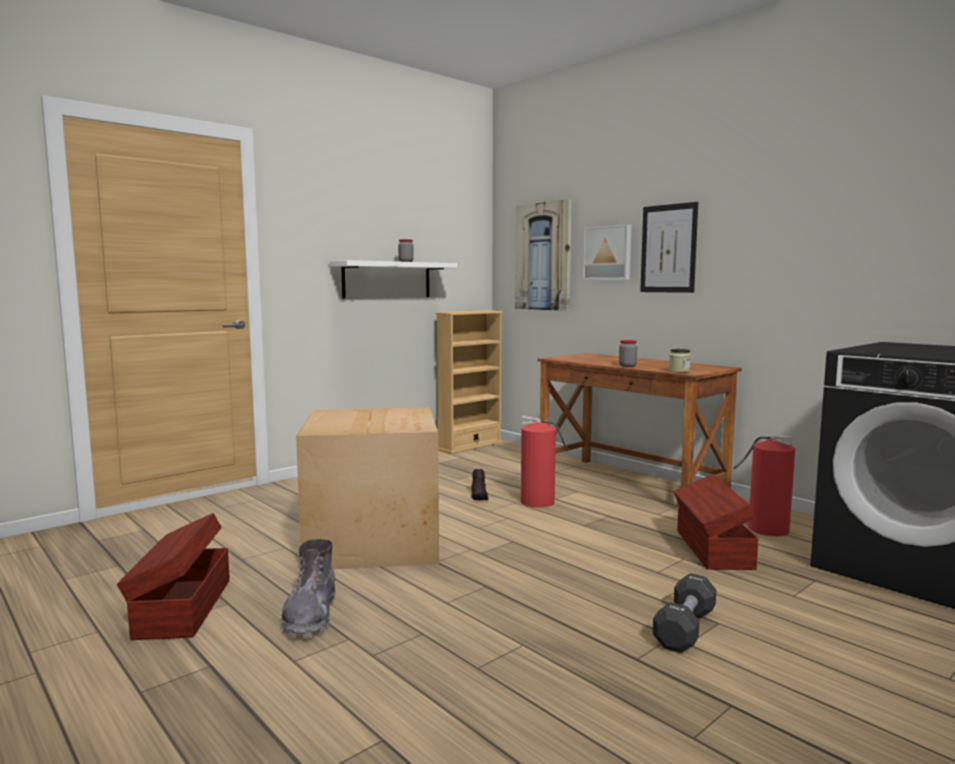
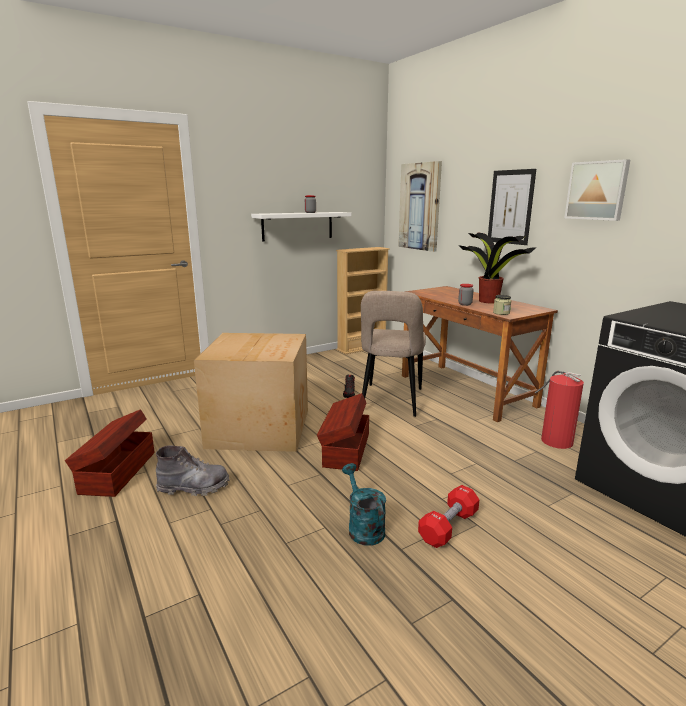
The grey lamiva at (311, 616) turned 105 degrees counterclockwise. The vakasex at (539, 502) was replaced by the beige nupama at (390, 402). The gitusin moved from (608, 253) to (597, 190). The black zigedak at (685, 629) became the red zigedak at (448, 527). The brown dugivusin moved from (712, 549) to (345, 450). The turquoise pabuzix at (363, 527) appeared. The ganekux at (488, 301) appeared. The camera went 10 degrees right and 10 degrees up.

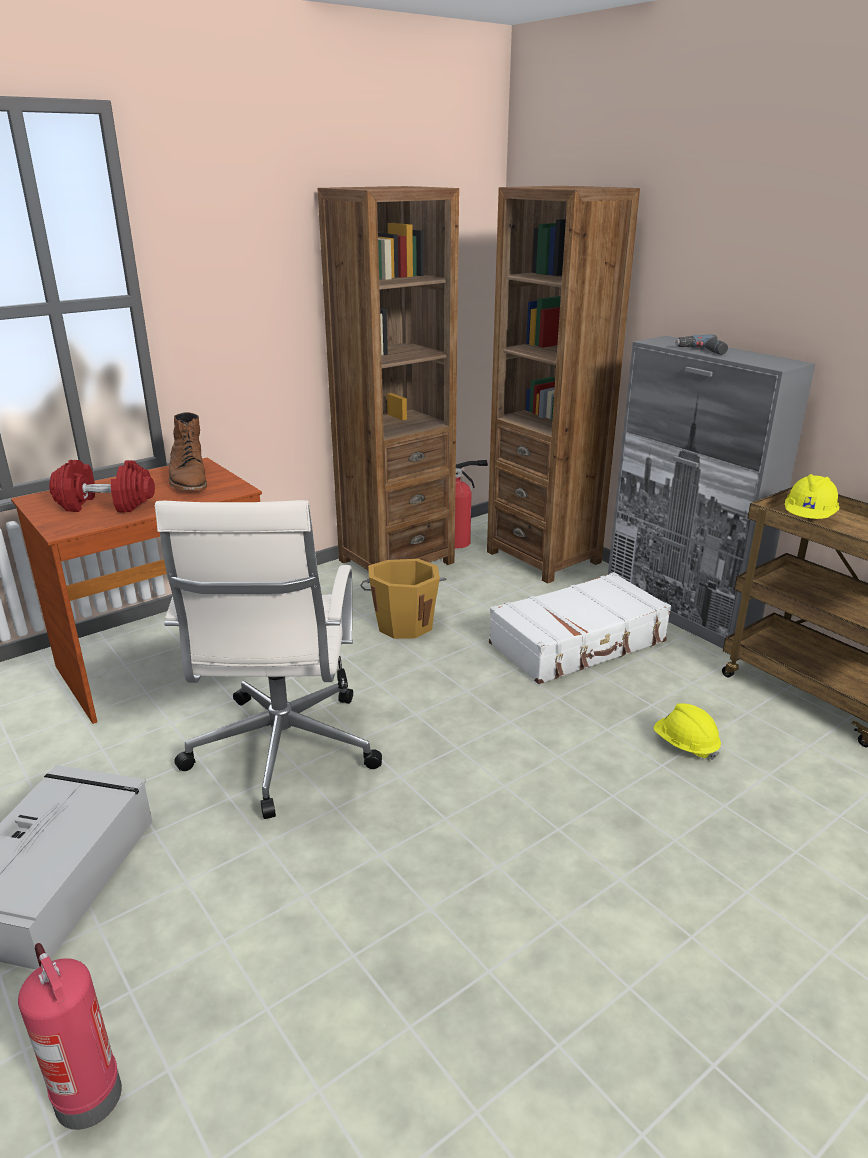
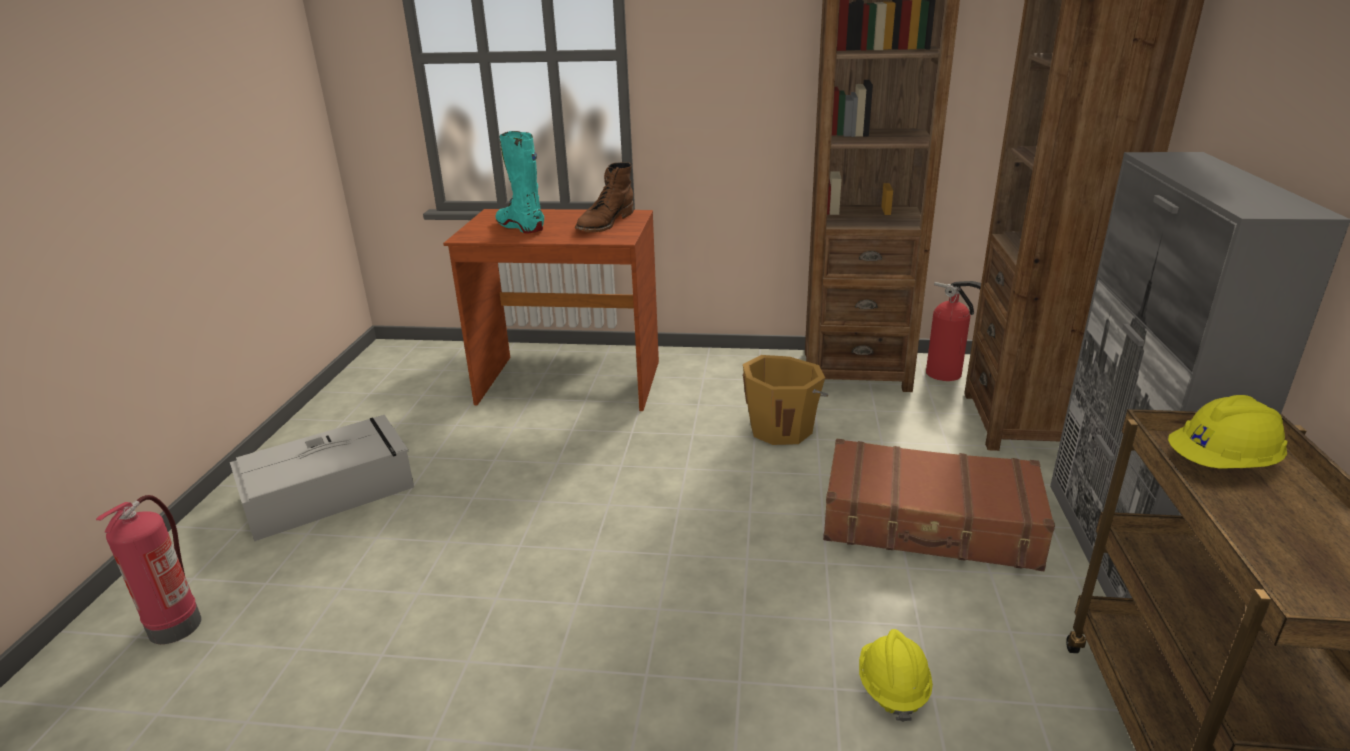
The red zigedak at (106, 504) was replaced by the turquoise lamiva at (520, 227). The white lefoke at (281, 753) disappeared. The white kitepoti at (578, 643) became the brown kitepoti at (930, 524). The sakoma at (702, 351) disappeared. The camera went 45 degrees right and 0 degrees up.

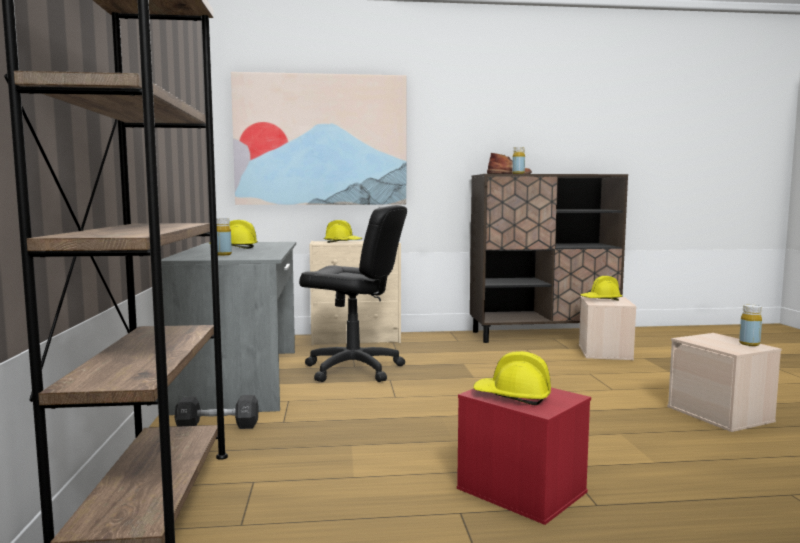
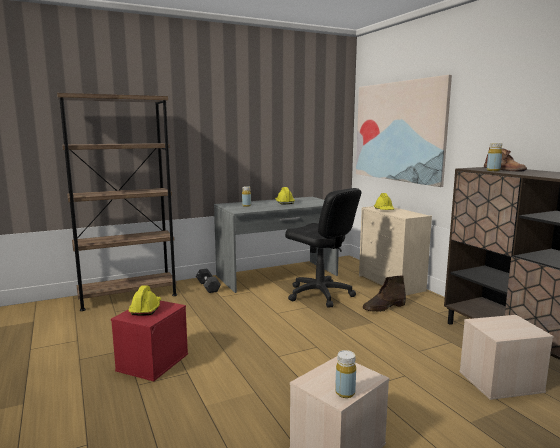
The black lefoke at (353, 369) turned 45 degrees counterclockwise. The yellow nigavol at (601, 299) disappeared. The brown lamiva at (384, 307) appeared. The camera went 70 degrees right and 5 degrees up.

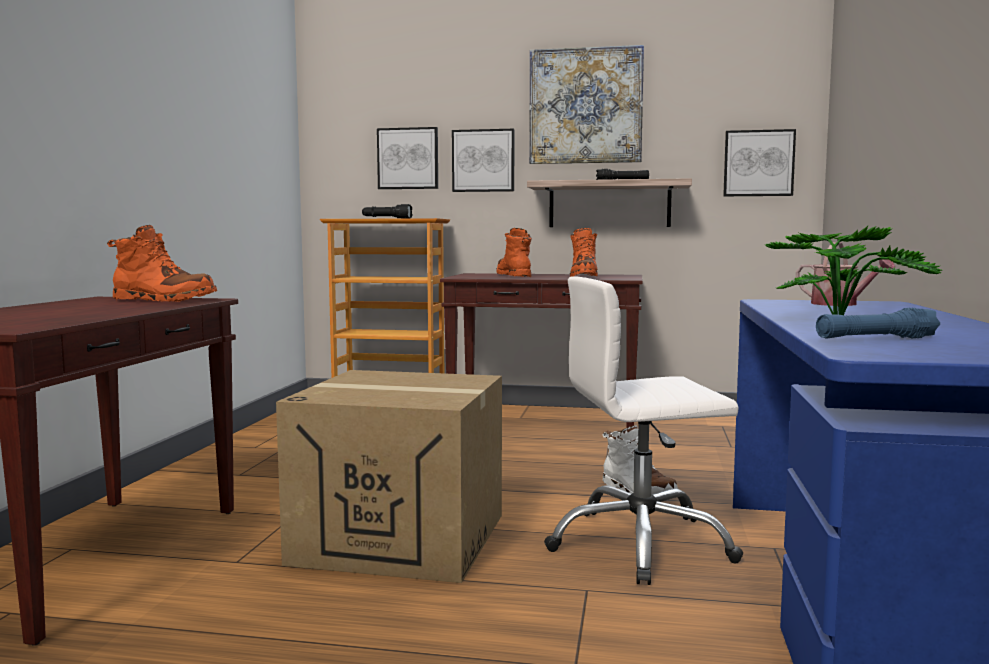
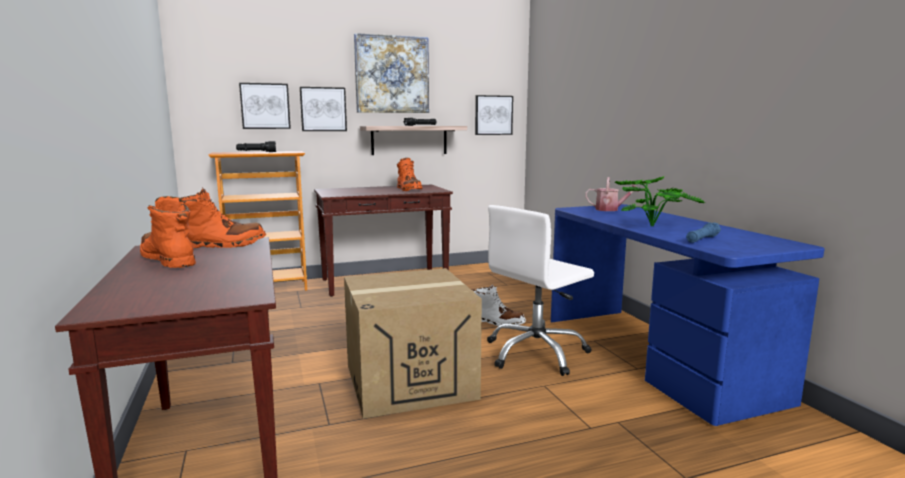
The orange lamiva moved from (514, 276) to (169, 260). The camera went 30 degrees left and 5 degrees up.

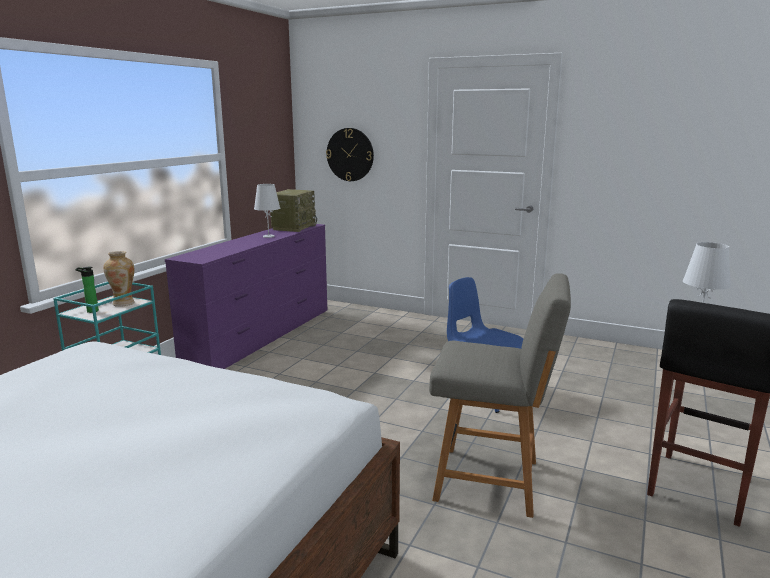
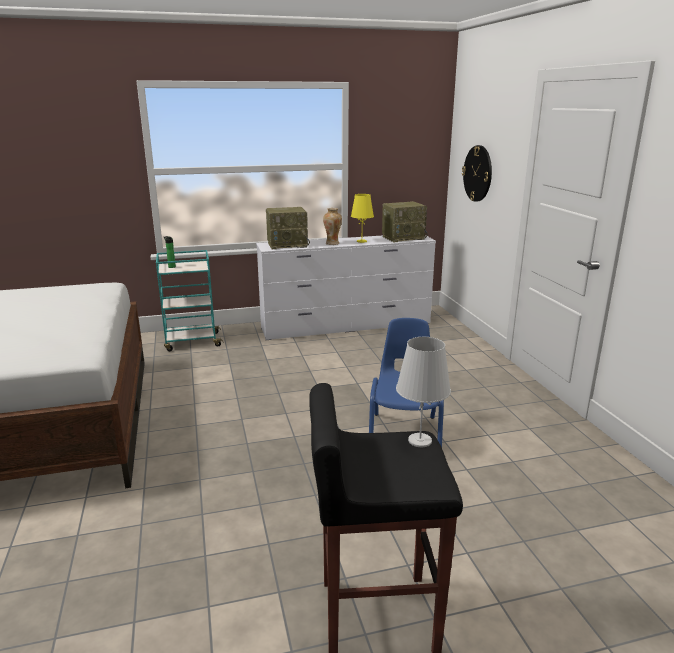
The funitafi moved from (123, 303) to (332, 243). The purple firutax at (262, 336) became the white firutax at (346, 326). The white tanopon at (269, 236) became the yellow tanopon at (361, 241). The grey nupama at (492, 481) disappeared. The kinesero at (288, 244) appeared. The camera went 50 degrees right and 5 degrees up.

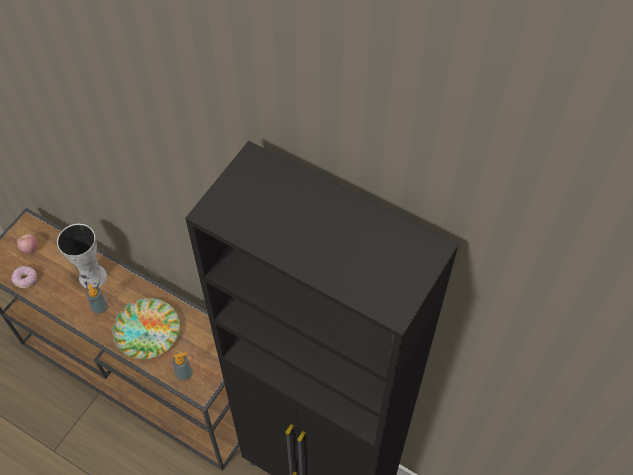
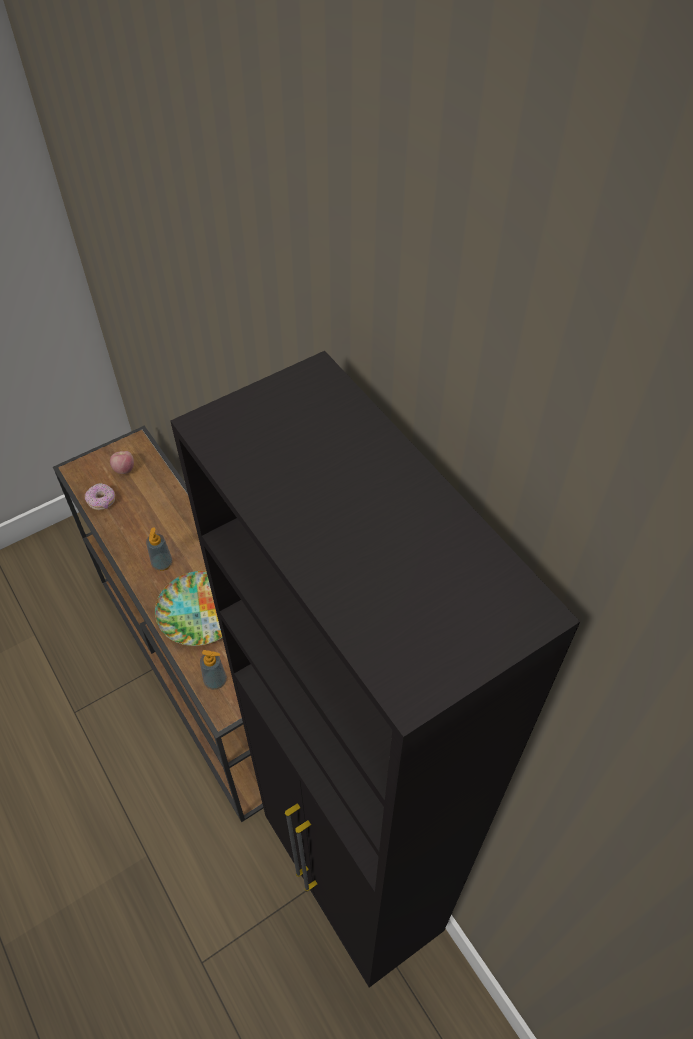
The funitafi at (91, 277) disappeared. The camera went 25 degrees right and 5 degrees down.

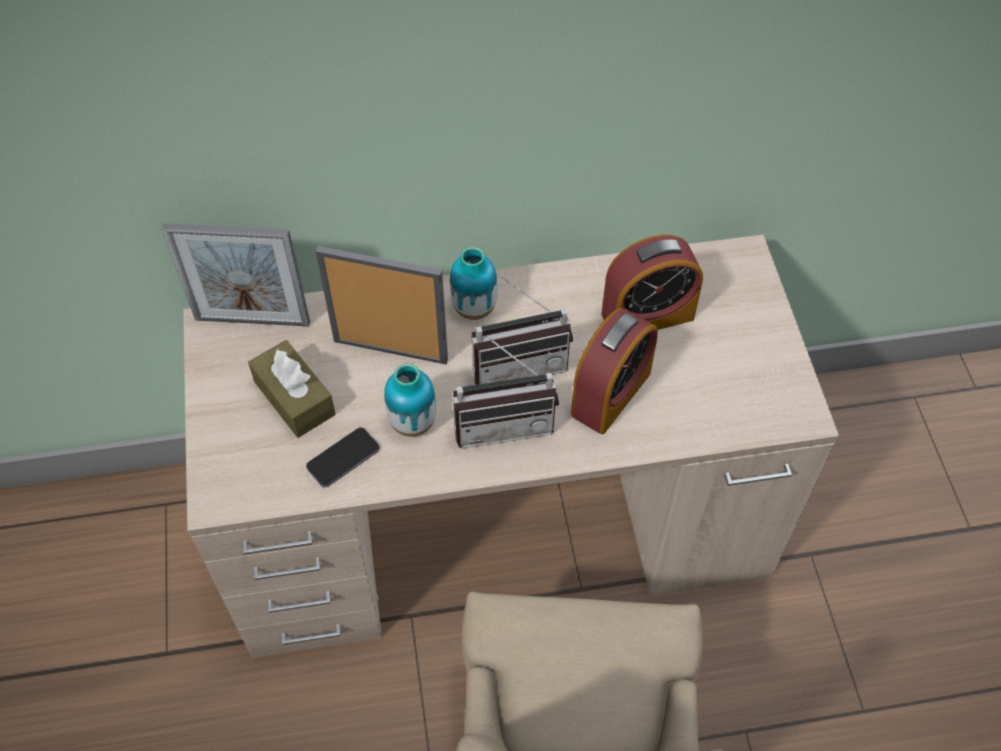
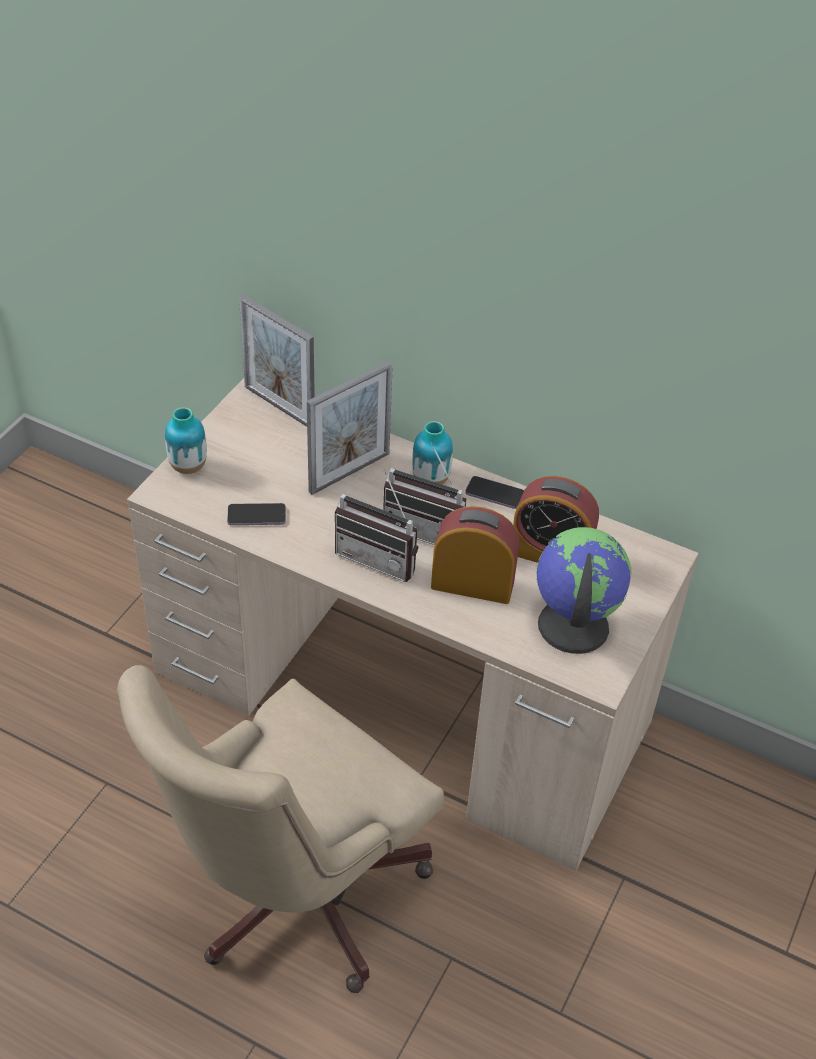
The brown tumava at (294, 398) disappeared. The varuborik at (390, 350) turned 90 degrees clockwise. The funitafi moved from (412, 423) to (188, 466). The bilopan at (611, 393) turned 150 degrees counterclockwise. The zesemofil at (494, 494) appeared. The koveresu at (571, 625) appeared. The camera went 35 degrees right and 10 degrees down.

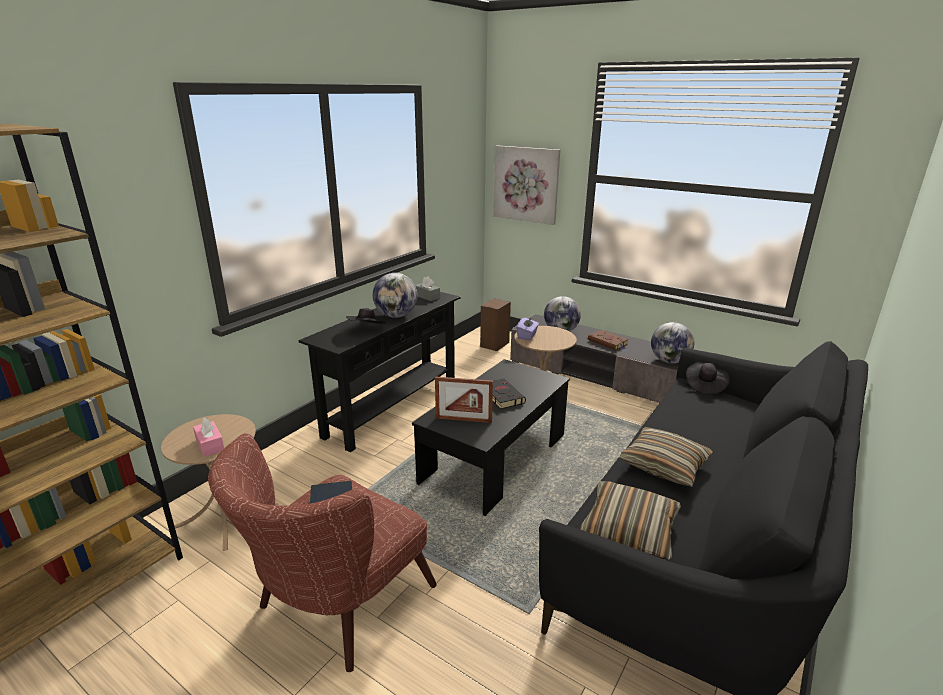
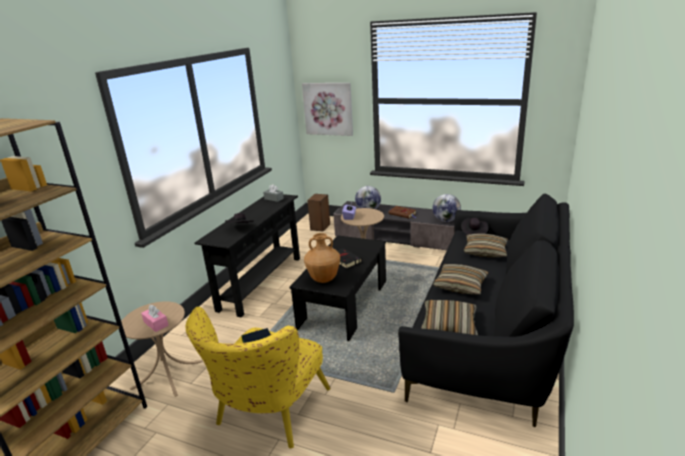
The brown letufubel at (334, 608) became the yellow letufubel at (267, 415). The koveresu at (396, 315) disappeared. The varuborik at (463, 420) was replaced by the brown funitafi at (324, 279). The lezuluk at (485, 251) appeared. The camera went 10 degrees left and 0 degrees up.

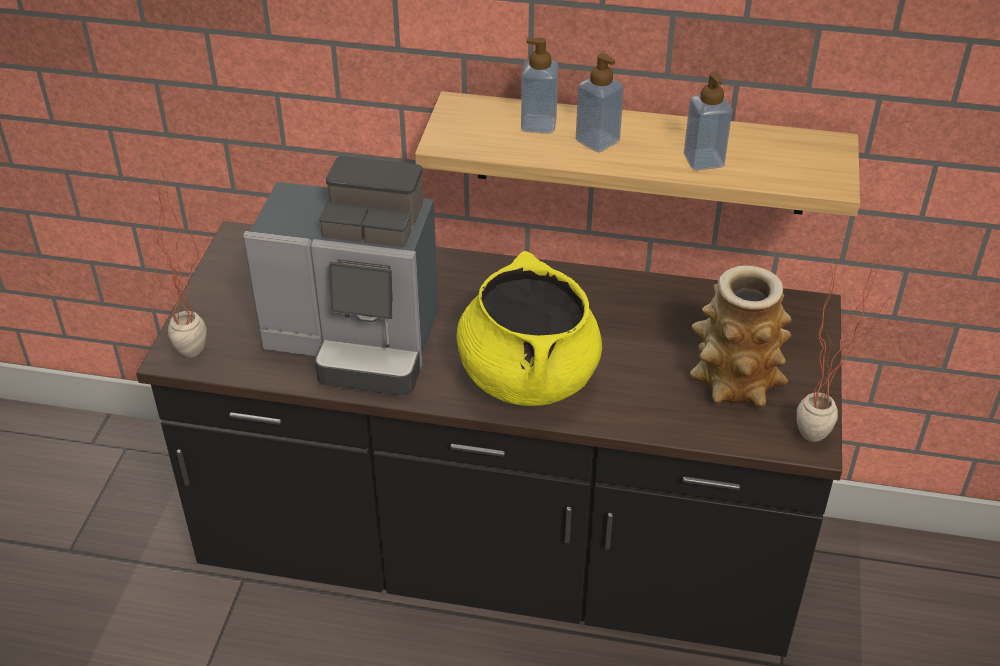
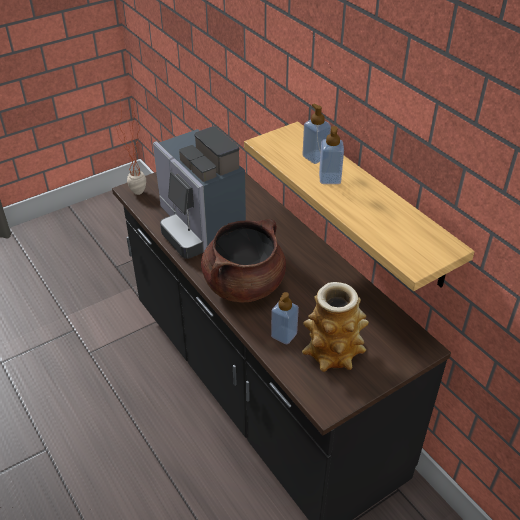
The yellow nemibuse at (527, 376) became the brown nemibuse at (244, 285). The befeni moved from (703, 160) to (284, 335). The ganekux at (824, 435) disappeared. The camera went 45 degrees right and 0 degrees up.

